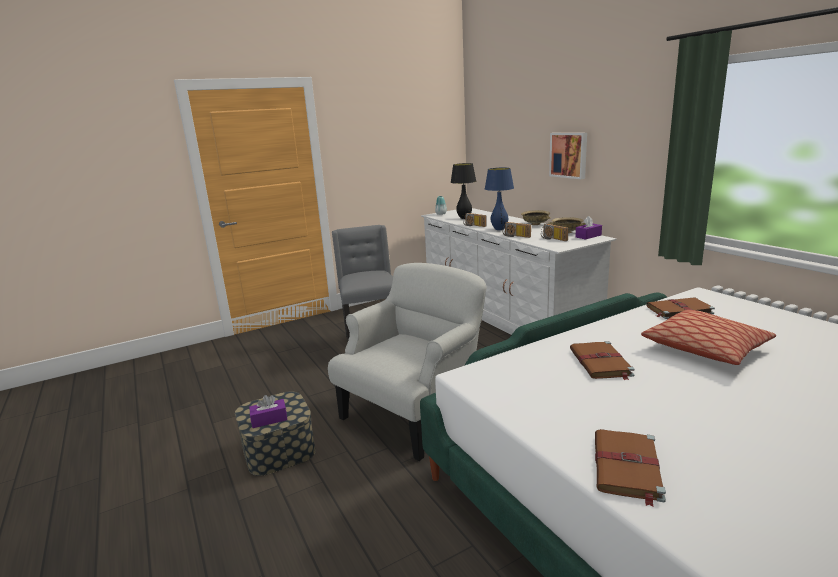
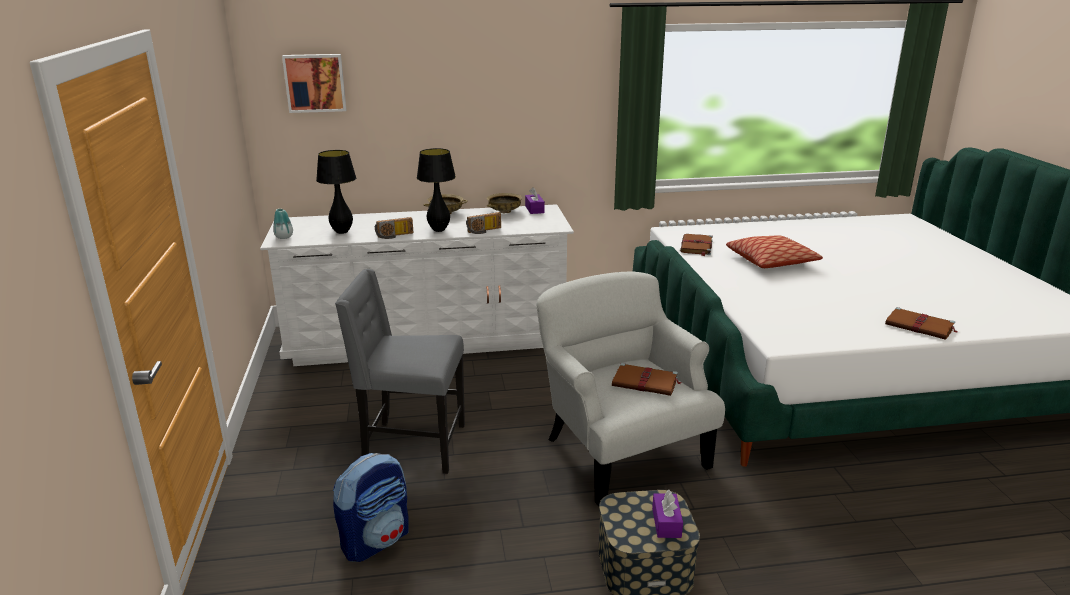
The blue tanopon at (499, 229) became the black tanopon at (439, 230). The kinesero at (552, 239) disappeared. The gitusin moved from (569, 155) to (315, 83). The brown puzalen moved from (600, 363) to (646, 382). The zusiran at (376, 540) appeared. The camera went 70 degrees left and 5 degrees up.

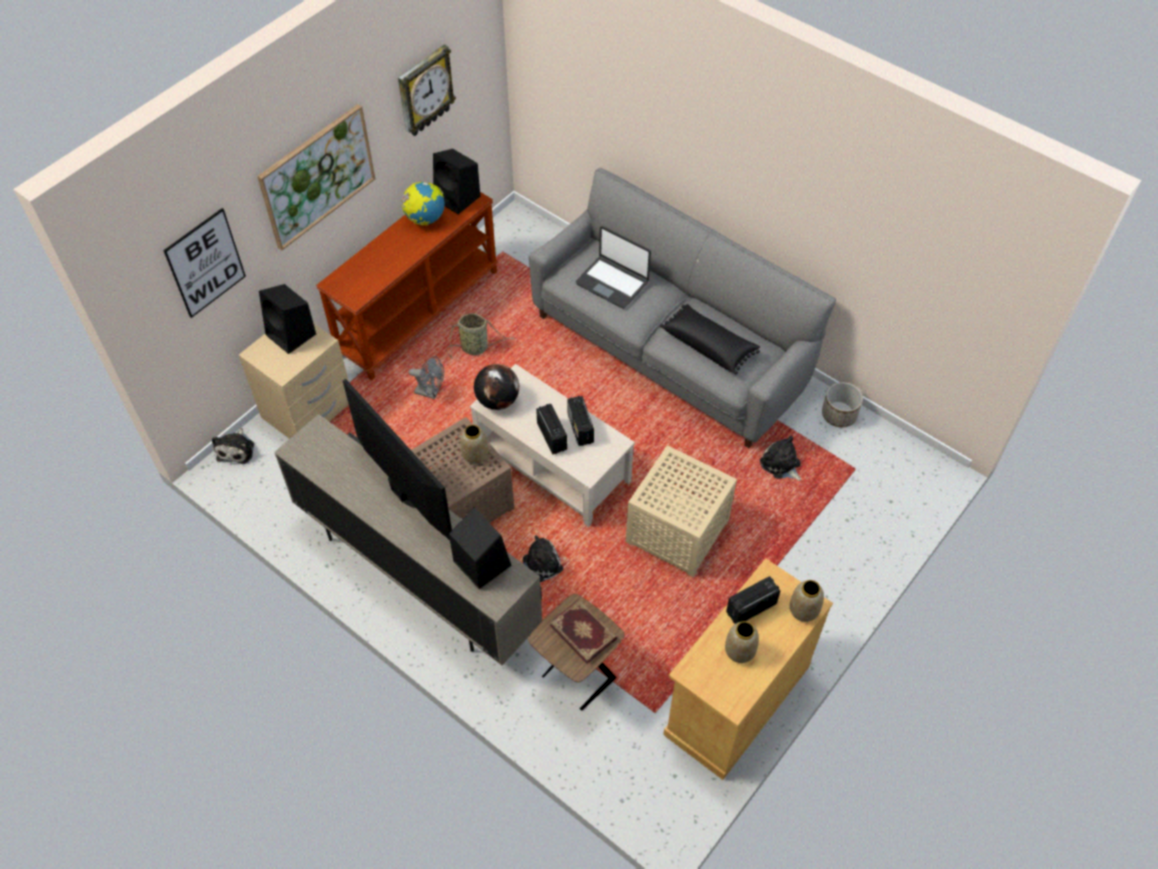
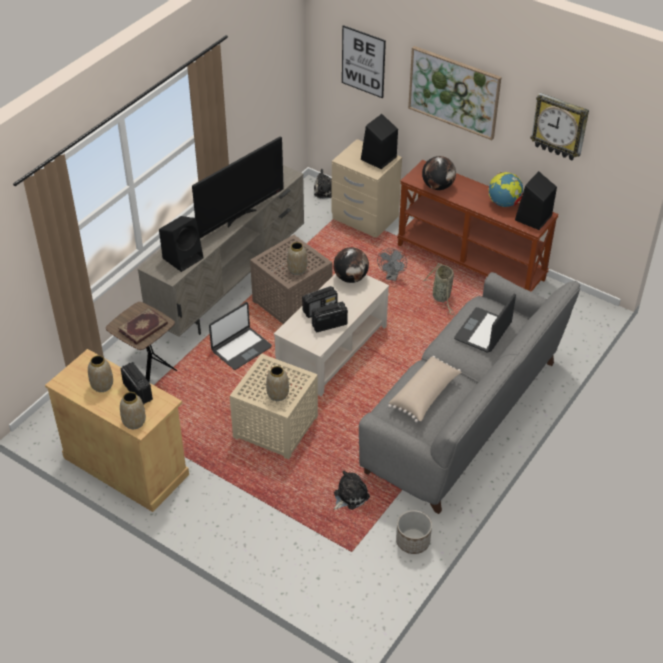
The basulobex at (540, 565) was replaced by the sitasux at (241, 348). The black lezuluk at (709, 345) became the beige lezuluk at (425, 395). The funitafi at (278, 394) appeared. The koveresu at (437, 186) appeared. The camera went 85 degrees right and 10 degrees down.

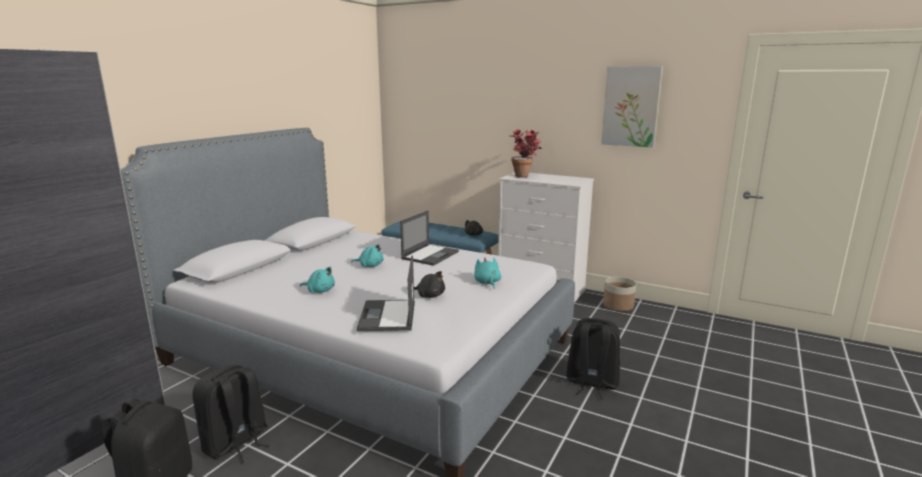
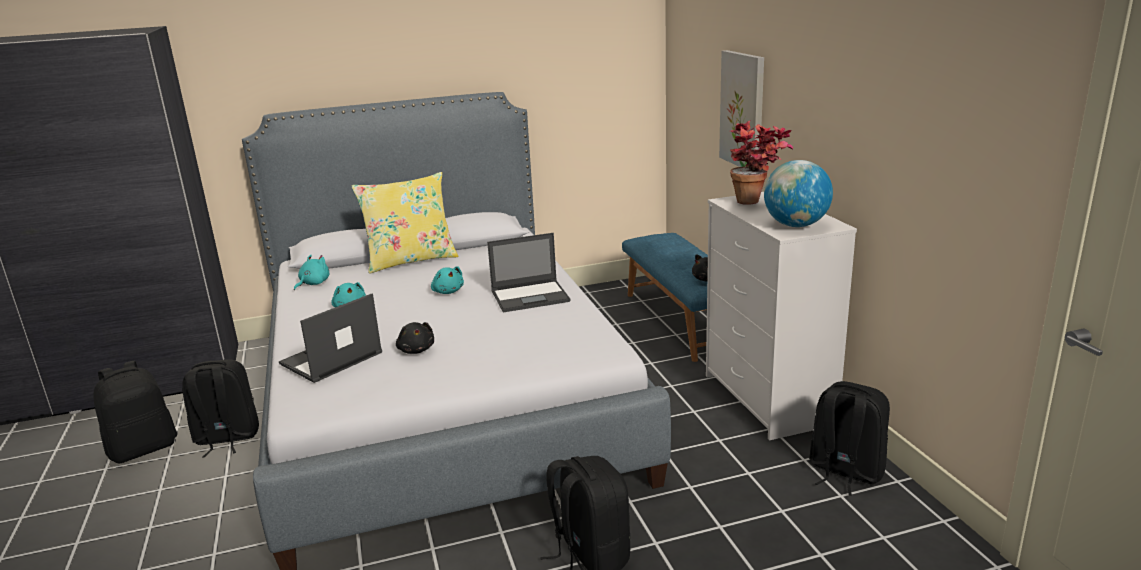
The turquoise basulobex moved from (487, 283) to (313, 283). The gitusin moved from (631, 106) to (743, 110). The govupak at (618, 306) was replaced by the black zusiran at (844, 471). The yellow lezuluk at (411, 260) appeared. The koveresu at (796, 225) appeared. The camera went 45 degrees right and 5 degrees up.

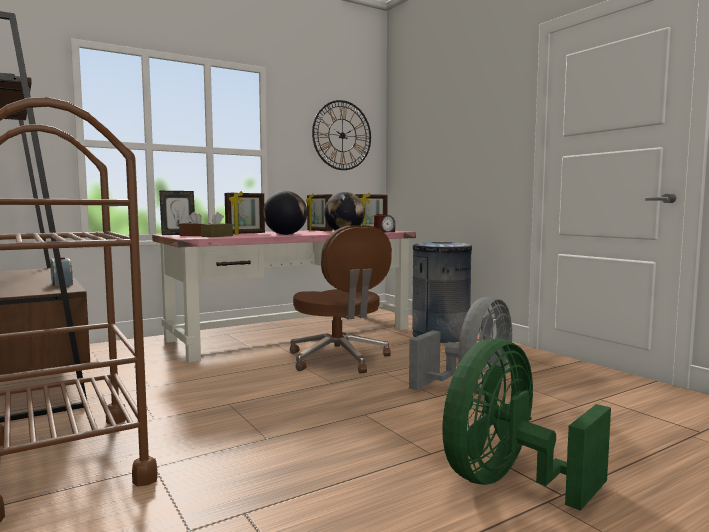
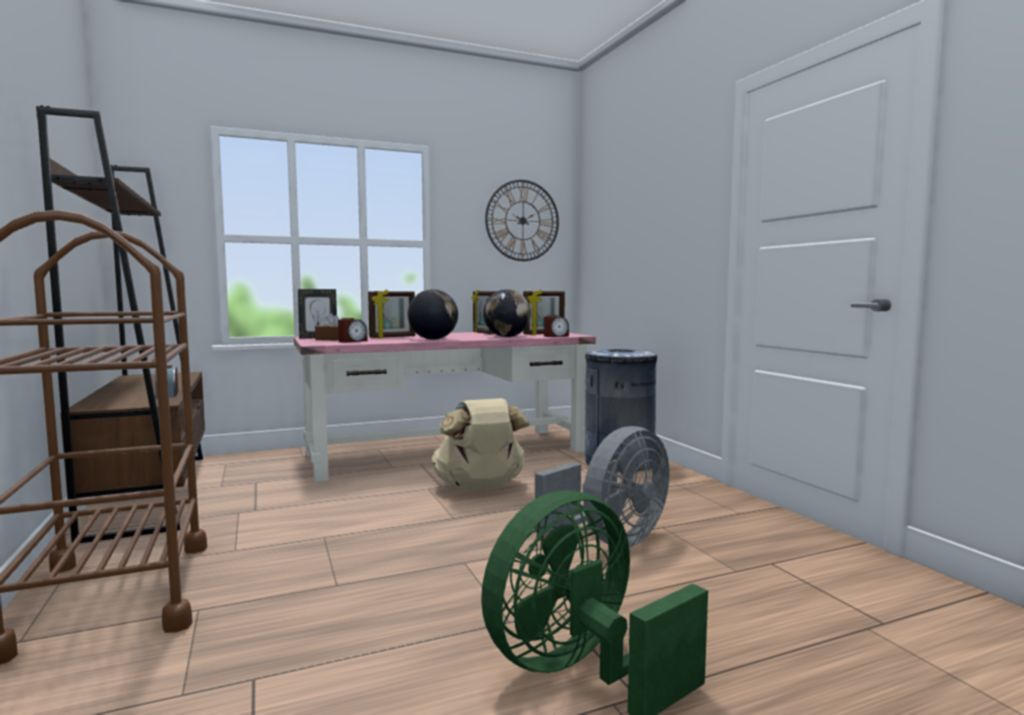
The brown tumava at (217, 236) was replaced by the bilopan at (352, 341). The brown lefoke at (339, 359) was replaced by the beige zusiran at (480, 488). The camera went 10 degrees right and 0 degrees up.

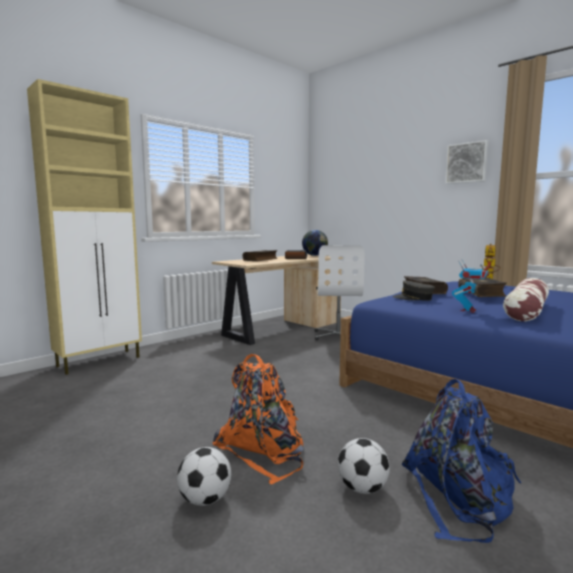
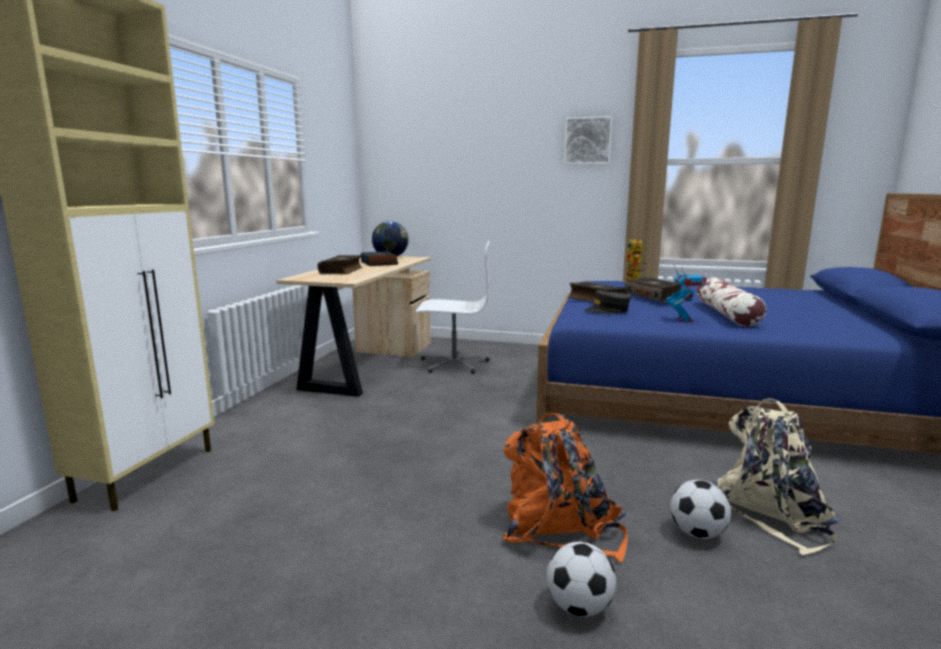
The white lefoke at (338, 336) turned 60 degrees counterclockwise. The blue zusiran at (458, 497) became the beige zusiran at (771, 512). The camera went 30 degrees left and 5 degrees up.

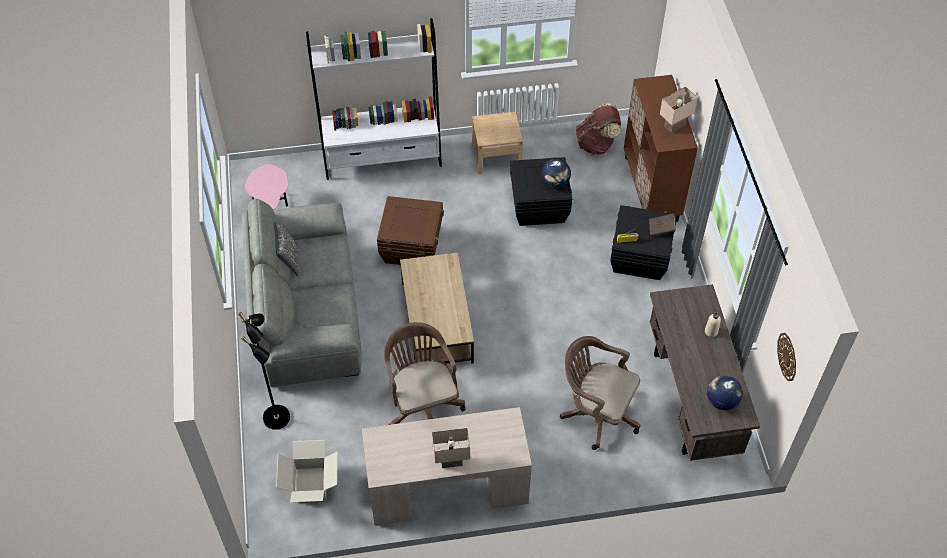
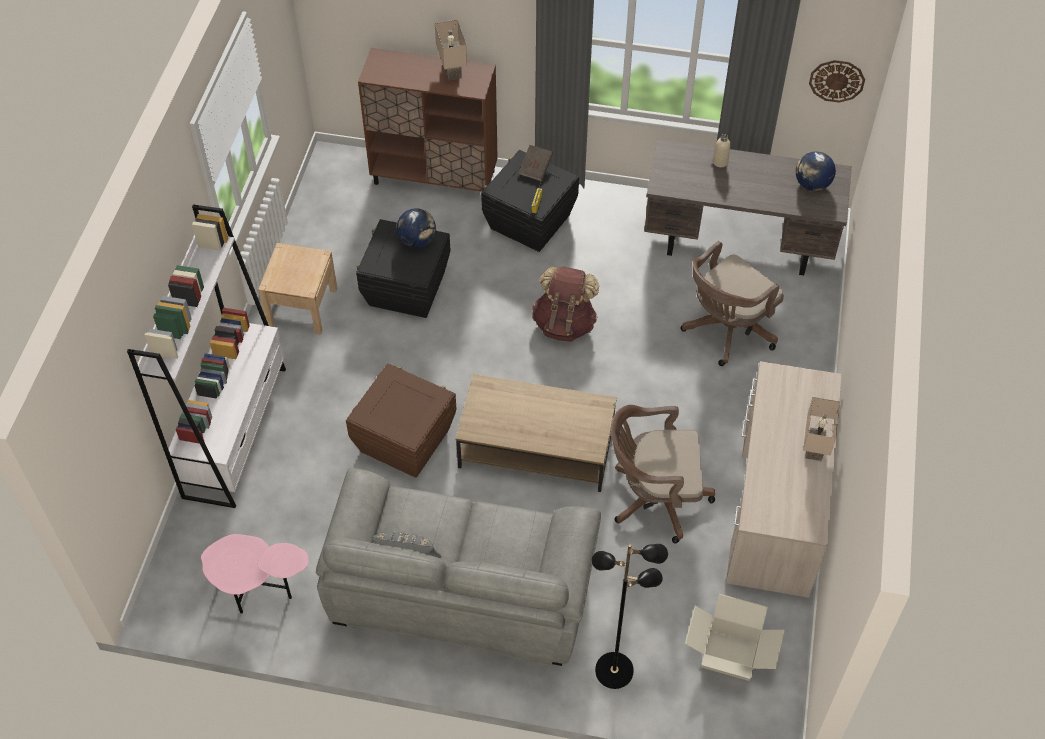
The brown zusiran moved from (596, 144) to (564, 324). The camera went 70 degrees left and 0 degrees up.

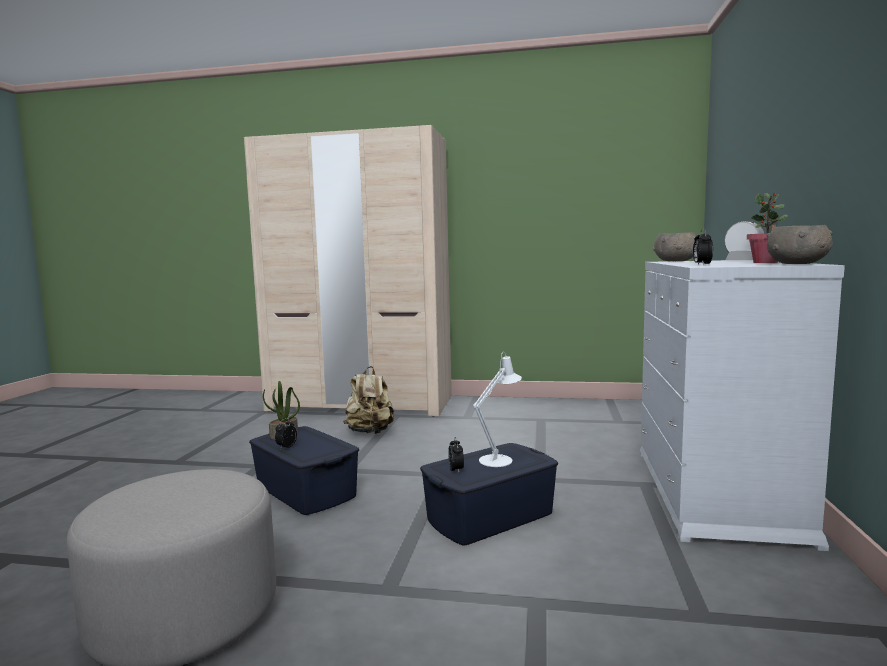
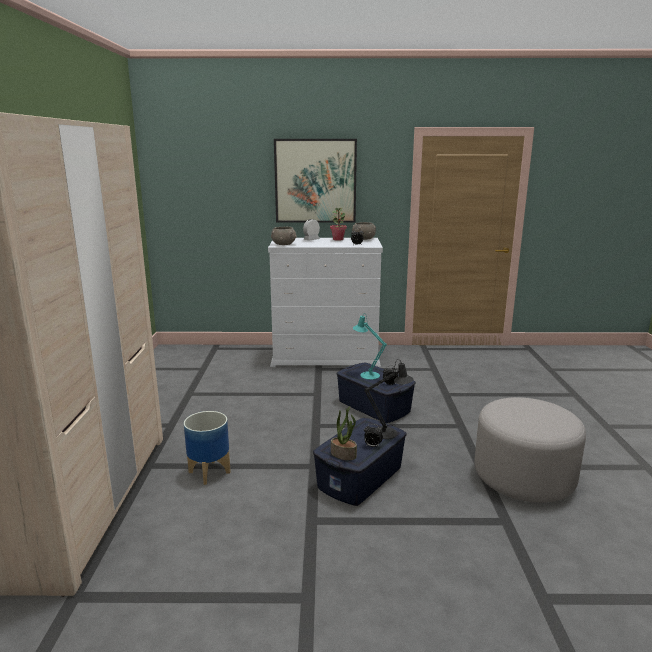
The beige zusiran at (370, 432) was replaced by the govupak at (209, 472). The white tanopon at (499, 459) became the turquoise tanopon at (367, 374). The gitusin at (315, 181) appeared. The black tanopon at (388, 433) appeared. The camera went 100 degrees left and 10 degrees up.

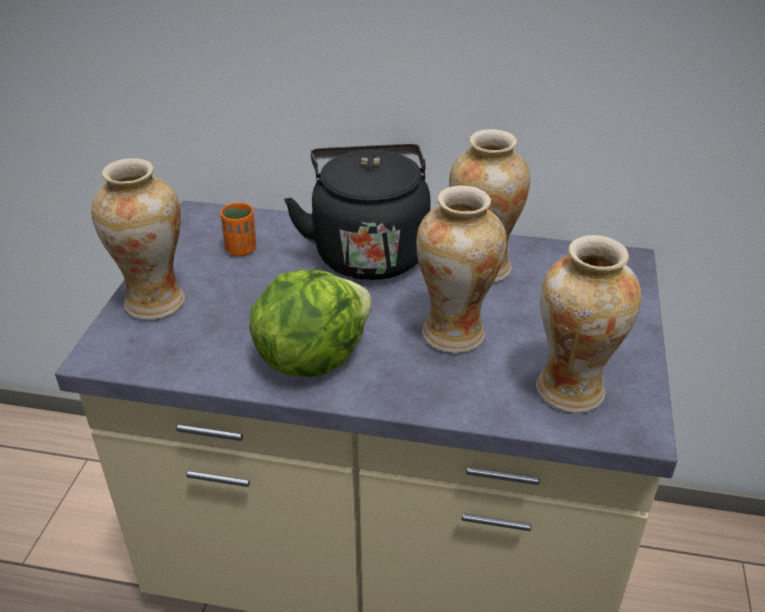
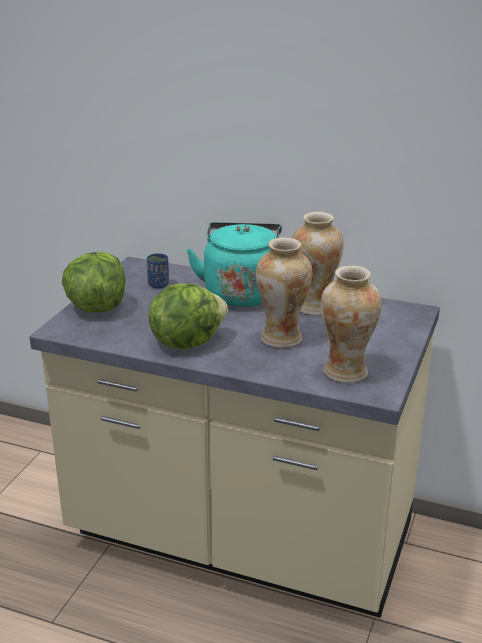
The funitafi at (155, 302) was replaced by the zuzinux at (97, 307). The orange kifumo at (241, 249) became the blue kifumo at (158, 285). The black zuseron at (368, 251) became the turquoise zuseron at (241, 292). The camera went 10 degrees right and 10 degrees down.

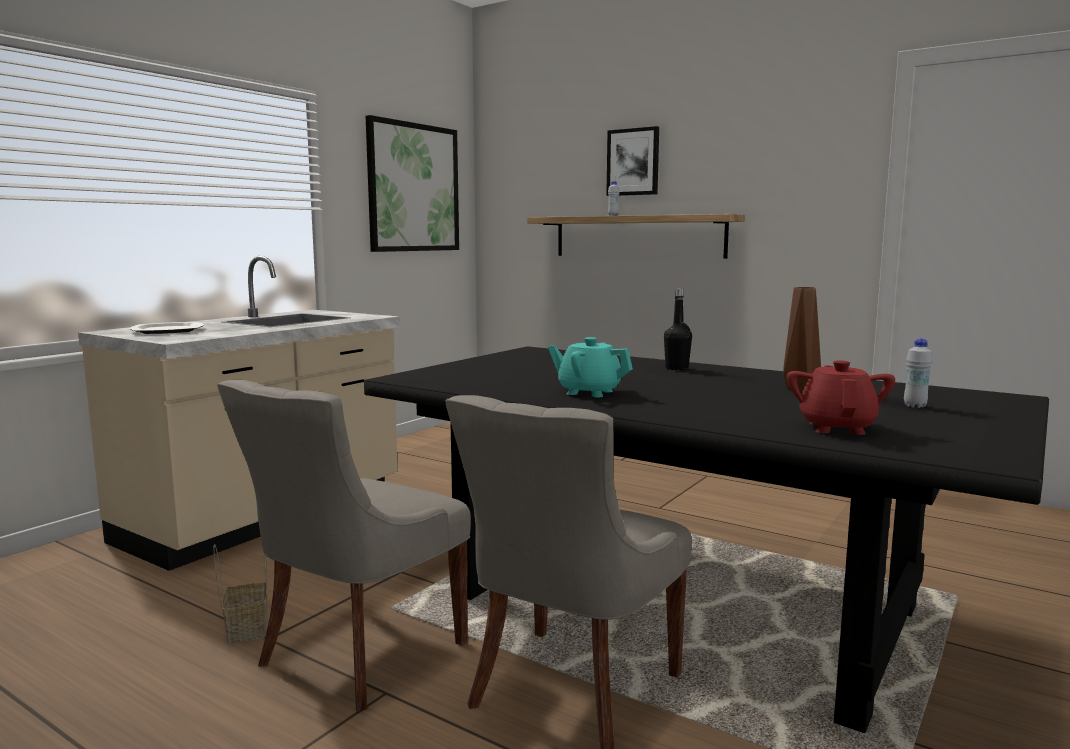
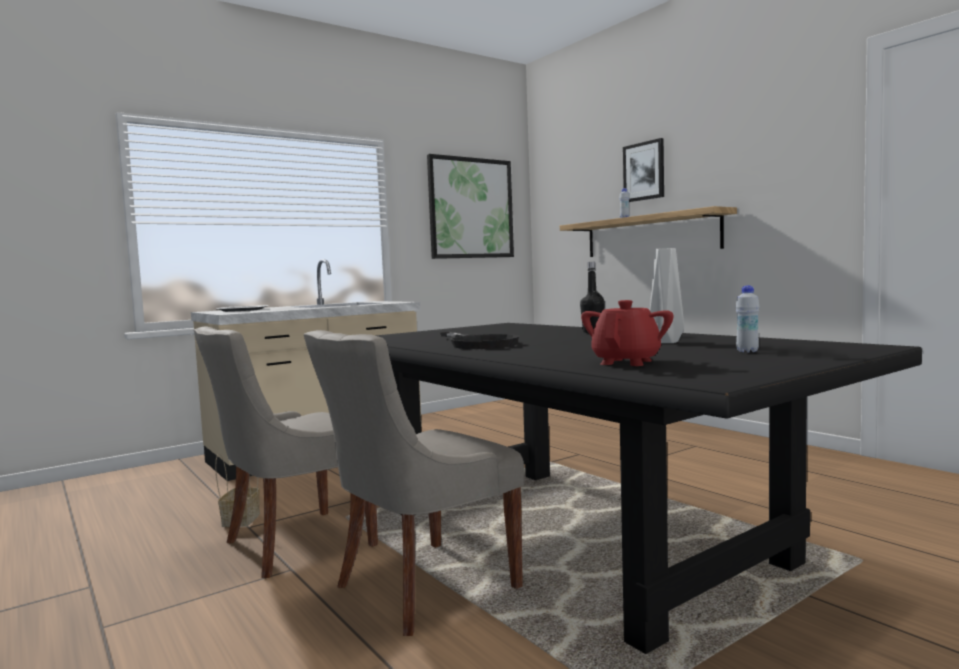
The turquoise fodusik at (589, 392) was replaced by the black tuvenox at (479, 344). The brown funitafi at (799, 389) became the grey funitafi at (667, 342). The camera went 20 degrees right and 5 degrees down.

